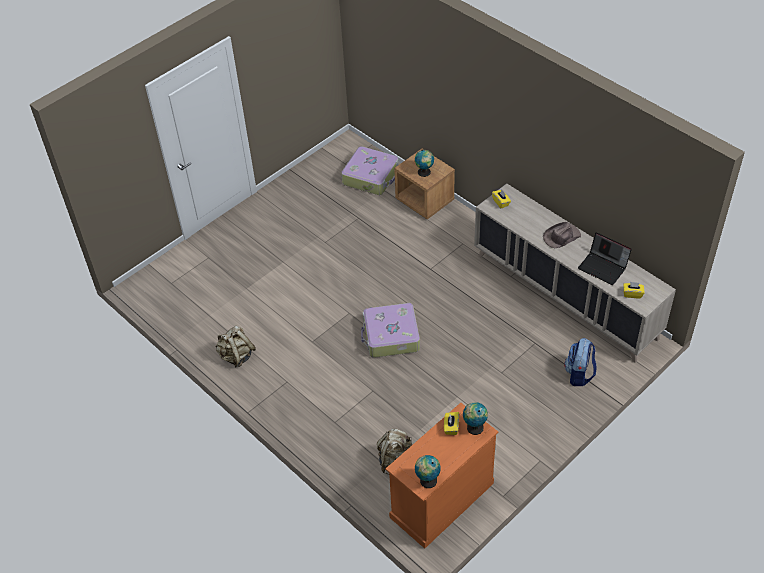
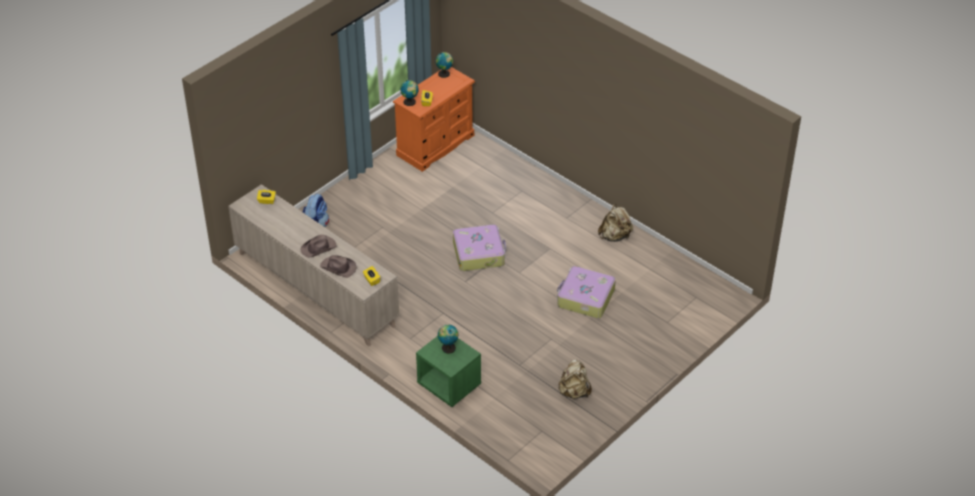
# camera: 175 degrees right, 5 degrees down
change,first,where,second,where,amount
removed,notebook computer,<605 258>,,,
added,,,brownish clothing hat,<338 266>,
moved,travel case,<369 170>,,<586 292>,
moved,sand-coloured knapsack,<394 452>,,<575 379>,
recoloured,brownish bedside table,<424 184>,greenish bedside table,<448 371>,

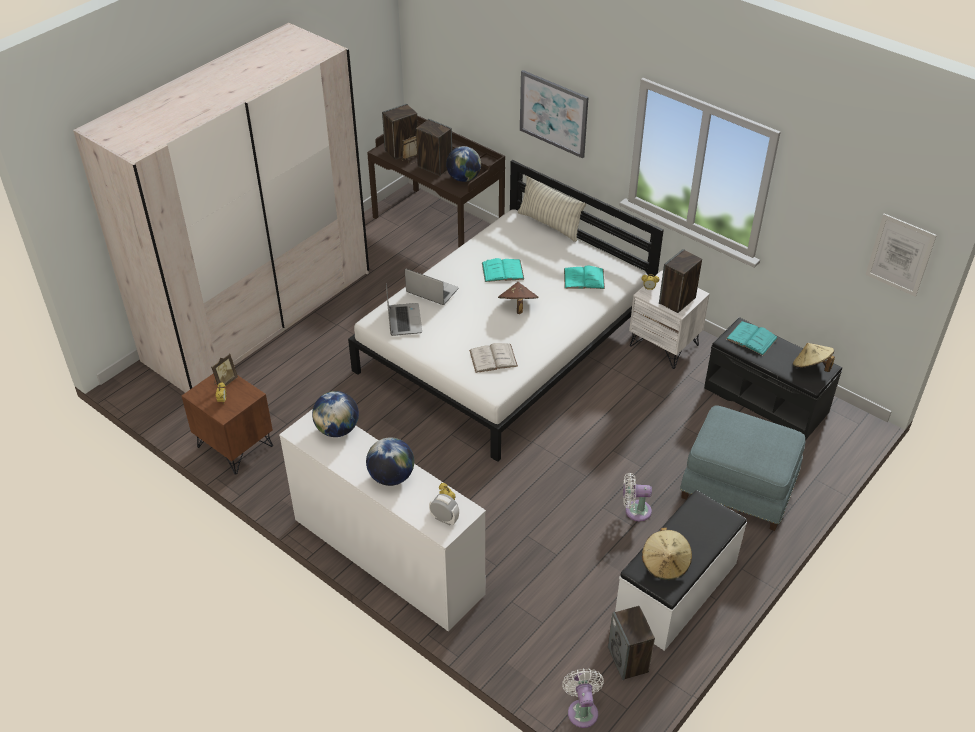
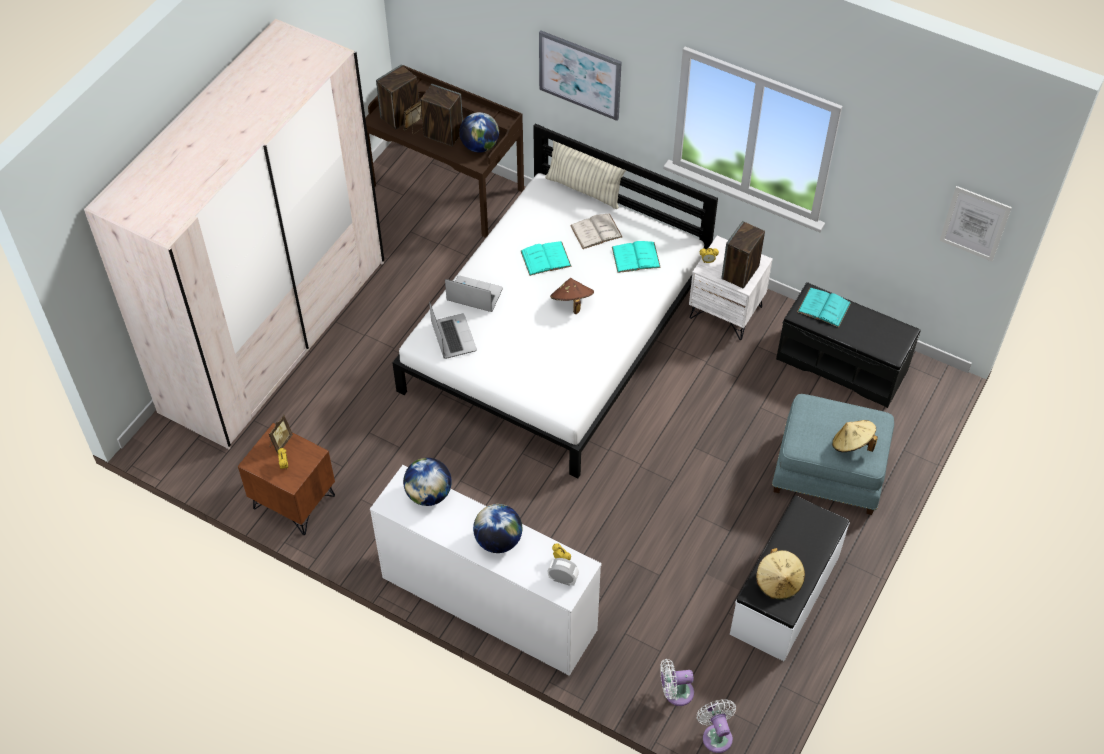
# camera: 10 degrees left, 10 degrees up
change,first,where,second,where,amount
removed,audio speaker,<631 643>,,,
moved,white-coloured book,<493 358>,,<596 231>,
moved,white-coloured cooling fan,<637 497>,,<677 682>,
moved,sand-coloured clothing hat,<814 357>,,<855 436>,

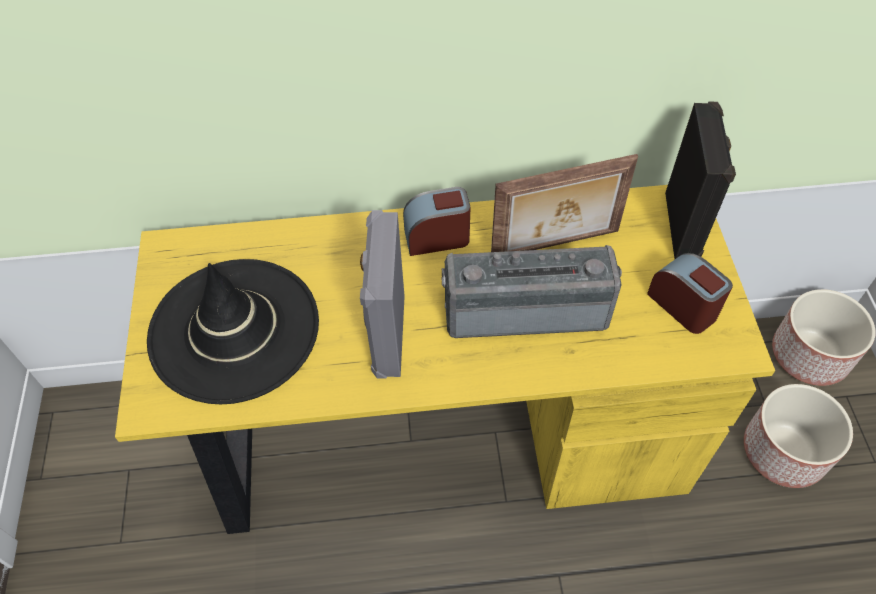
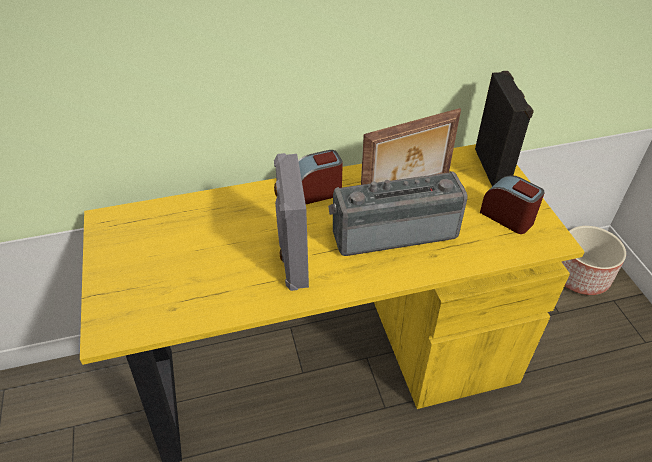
# camera: 10 degrees left, 10 degrees down
change,first,where,second,where,amount
removed,blackish clothing hat,<233 331>,,,
removed,plant pot,<798 436>,,,

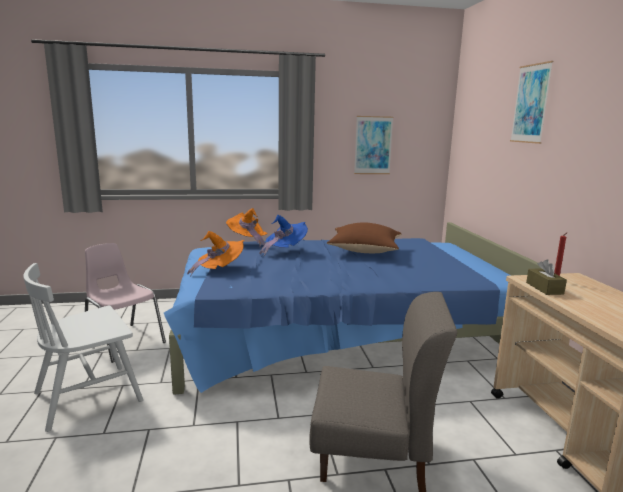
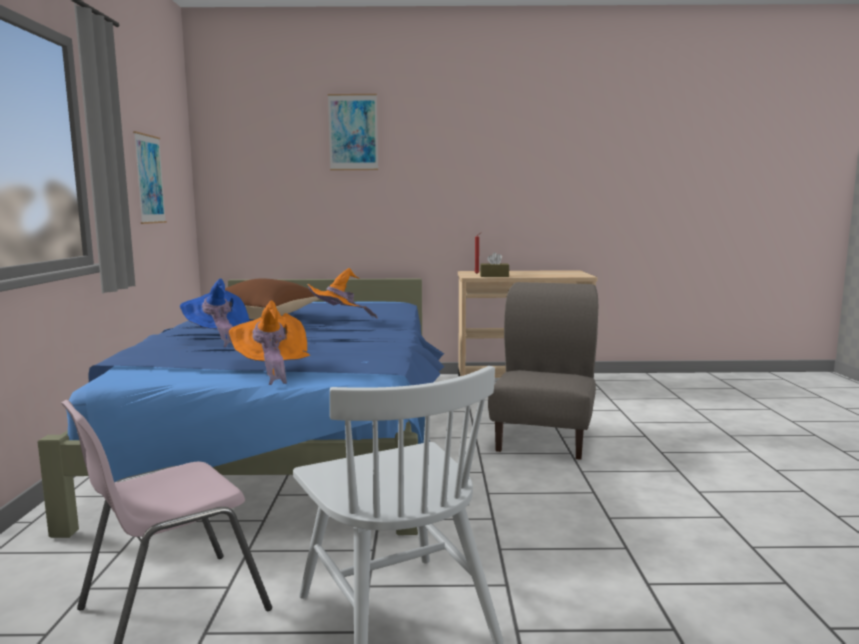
# camera: 80 degrees left, 5 degrees down
change,first,where,second,where,amount
moved,orange-coloured clothing hat,<246 227>,,<342 293>,

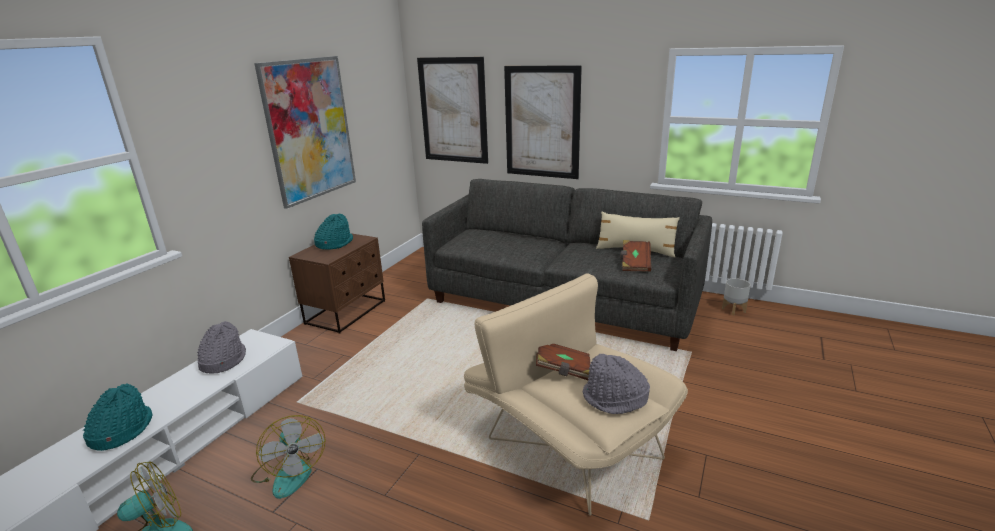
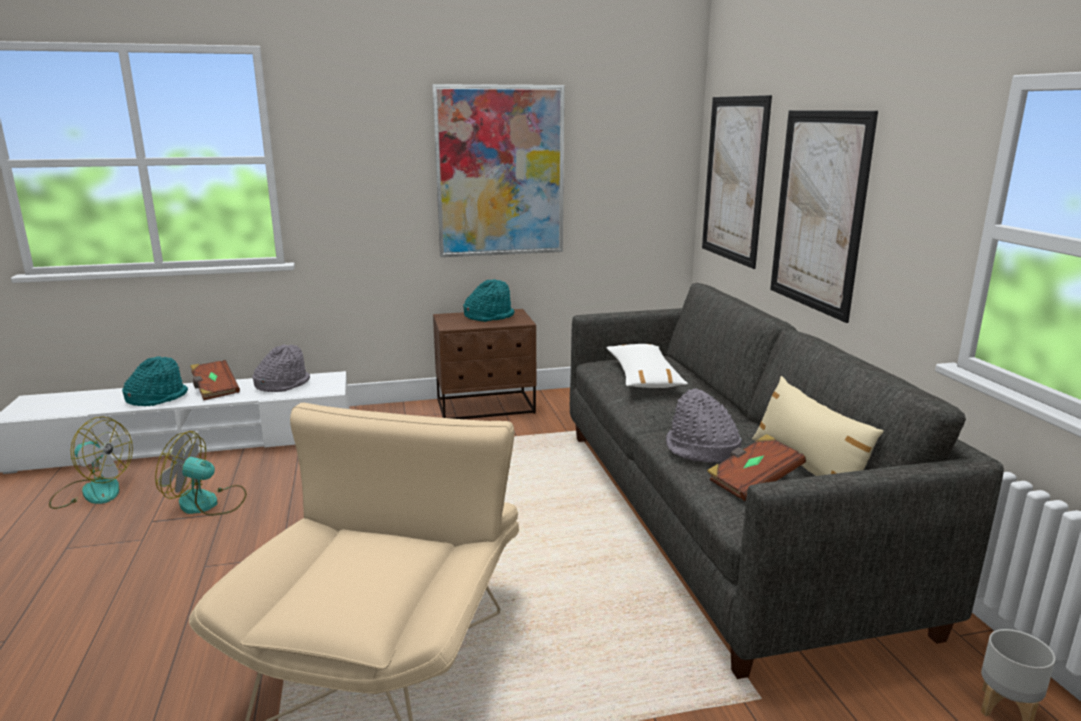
# camera: 50 degrees right, 5 degrees down
change,first,where,second,where,amount
added,,,white-coloured cushion,<647 366>,
moved,brownish book,<563 362>,,<215 380>,
moved,greyish clothing hat,<616 384>,,<704 426>,
turned,cooling fan,<288 457>,,<201 473>,75 degrees clockwise

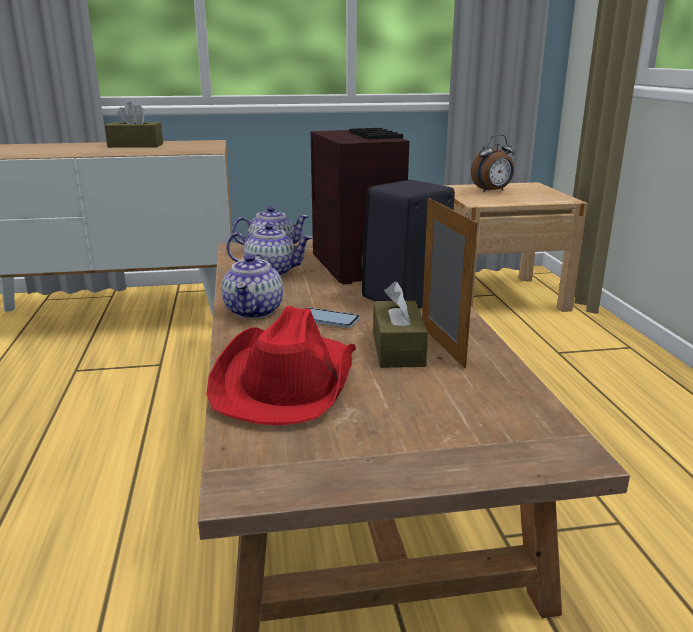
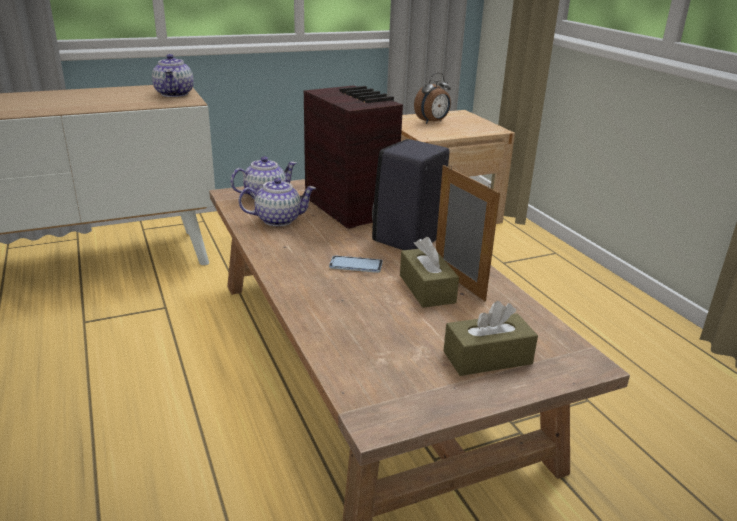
# camera: 15 degrees left, 5 degrees up
change,first,where,second,where,amount
removed,reddish clothing hat,<281 366>,,,
moved,brownish box of tissues,<133 125>,,<490 338>,
moved,pot for tea,<252 286>,,<173 75>,

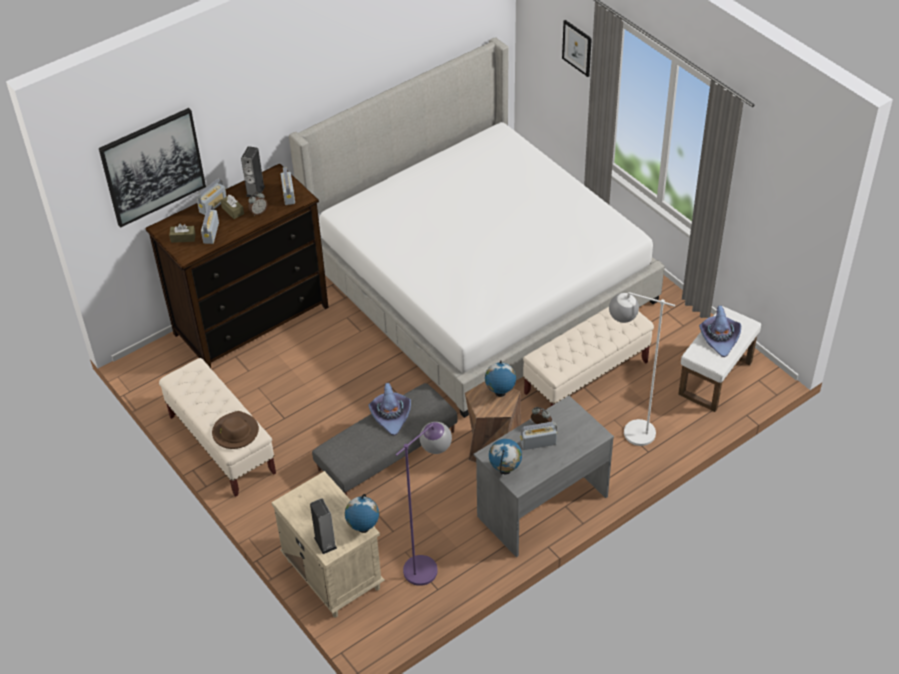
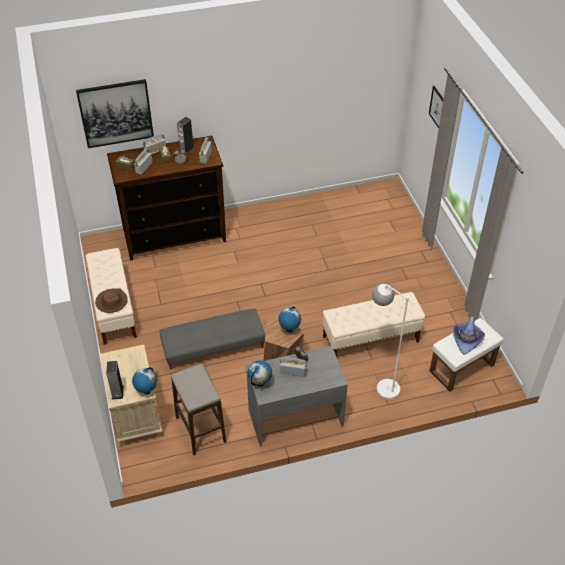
# camera: 20 degrees right, 0 degrees up
change,first,where,second,where,amount
removed,sleeping bed,<477 227>,,,
removed,purple clothing hat,<390 409>,,,
replaced,purple floor lamp,<423 504>,sitting stool,<198 409>,

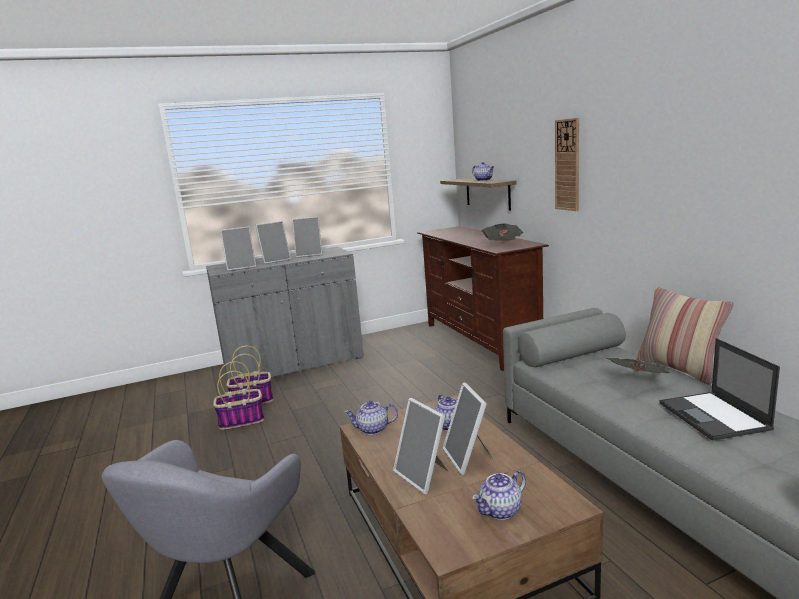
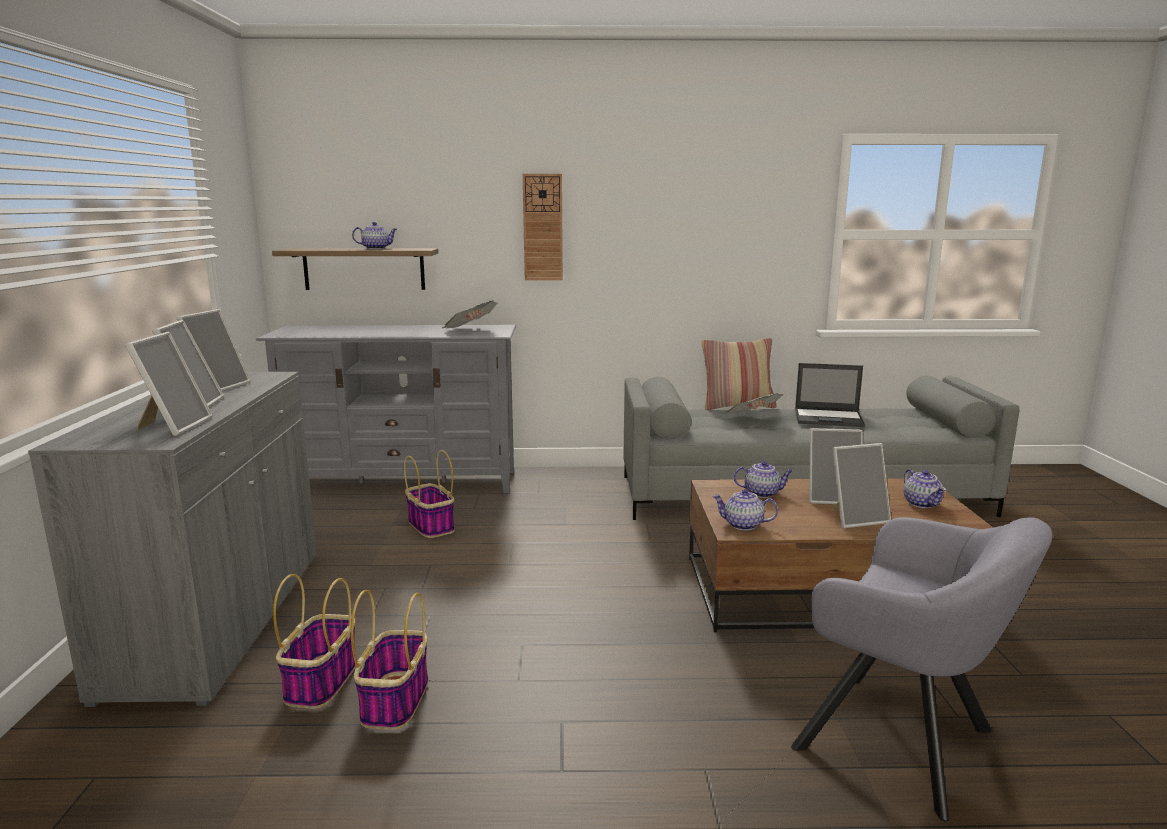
# camera: 70 degrees left, 0 degrees up
change,first,where,second,where,amount
added,,,household basket,<429 494>,
recoloured,brownish media console,<483 298>,greyish media console,<386 409>,
turned,pot for tea,<371 417>,,<745 510>,90 degrees clockwise

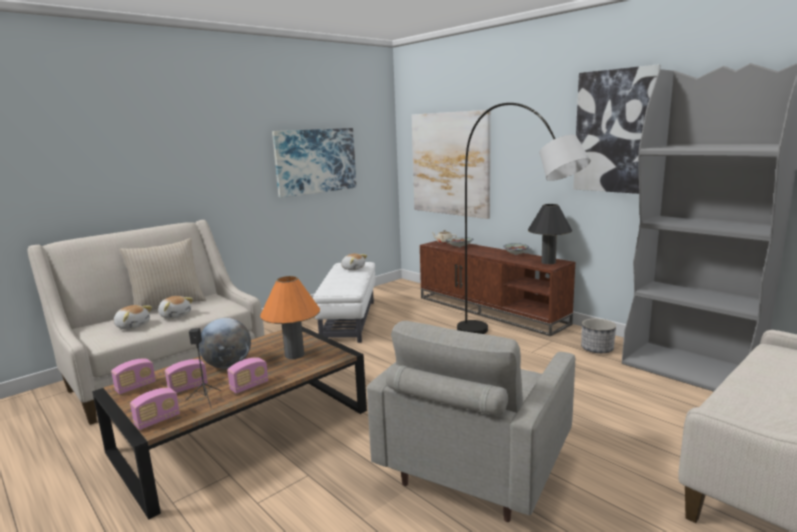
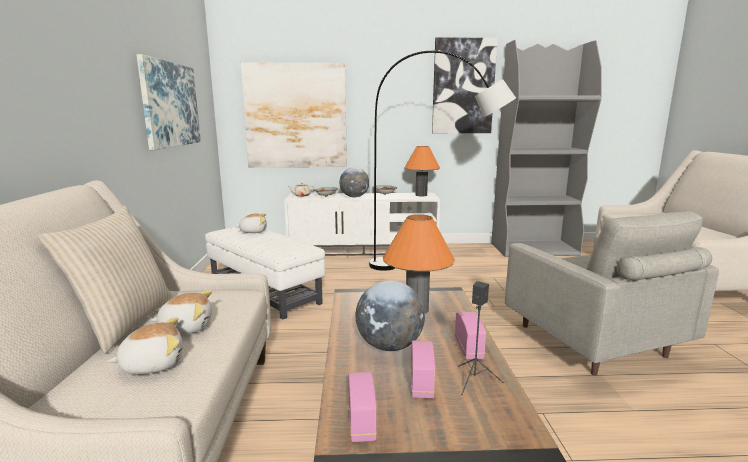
# camera: 50 degrees left, 0 degrees up
change,first,where,second,where,amount
removed,radio,<155 409>,,,
removed,plant pot,<598 335>,,,
added,,,world globe,<354 182>,
recoloured,brownish media console,<497 288>,white-coloured media console,<362 224>,
recoloured,blackish tabletop lamp,<550 234>,orange-coloured tabletop lamp,<422 171>,

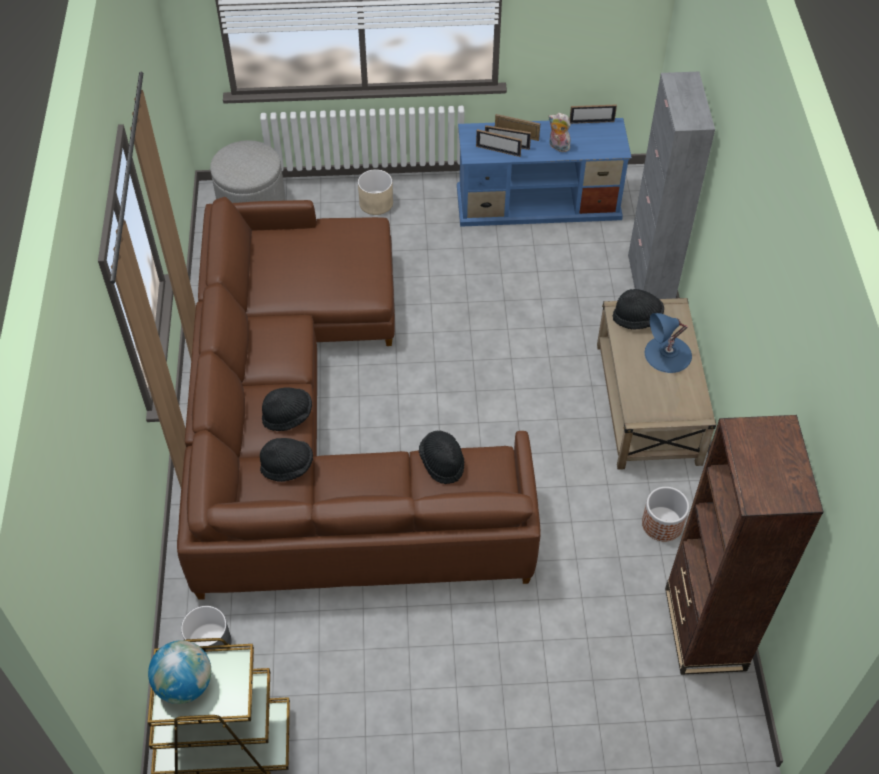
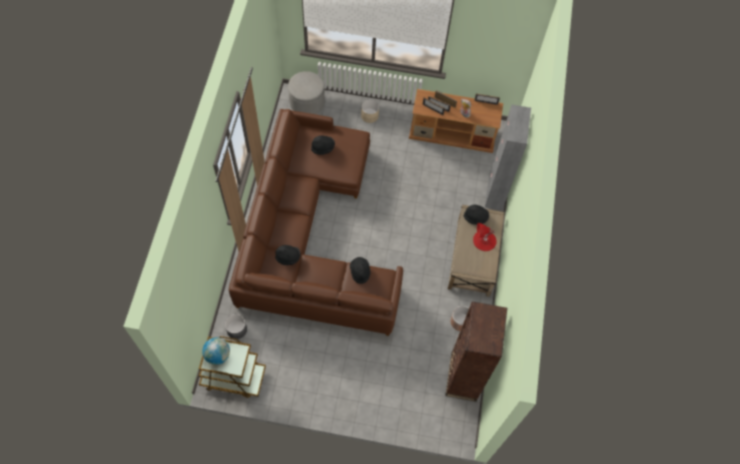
# camera: 10 degrees right, 10 degrees up
change,first,where,second,where,amount
moved,blackish clothing hat,<287 409>,,<323 145>,
recoloured,blue media console,<544 172>,brownish media console,<456 121>,
recoloured,blue tabletop lamp,<668 343>,reddish tabletop lamp,<485 237>,

